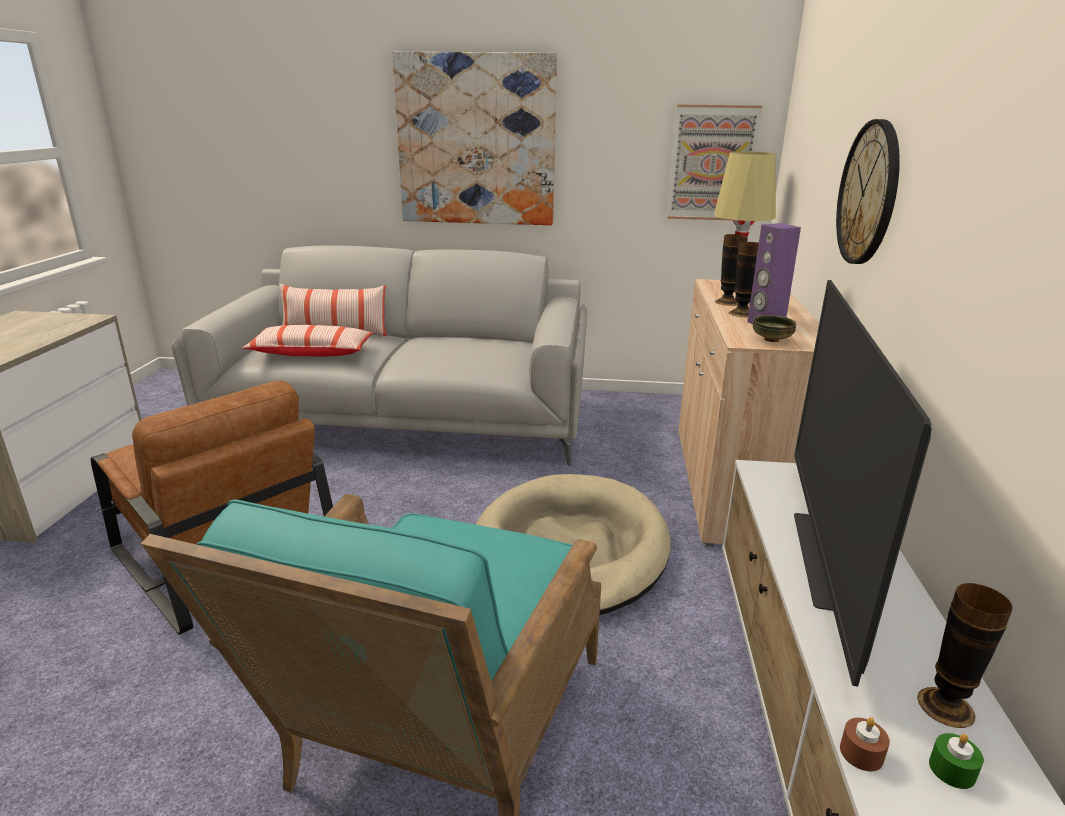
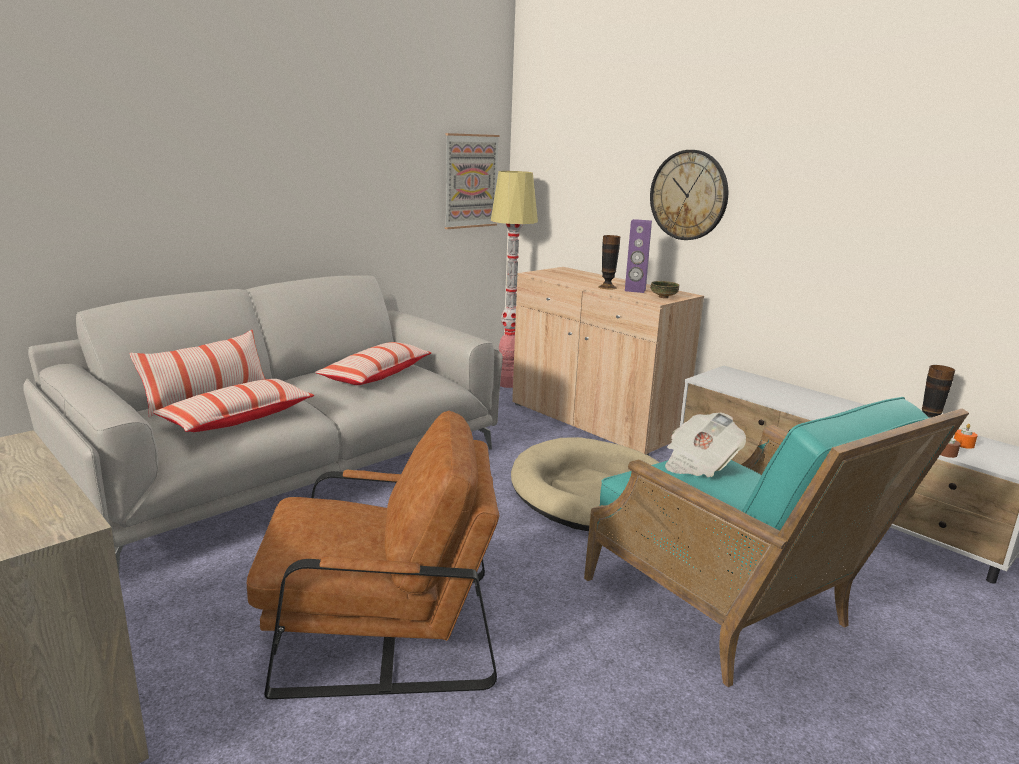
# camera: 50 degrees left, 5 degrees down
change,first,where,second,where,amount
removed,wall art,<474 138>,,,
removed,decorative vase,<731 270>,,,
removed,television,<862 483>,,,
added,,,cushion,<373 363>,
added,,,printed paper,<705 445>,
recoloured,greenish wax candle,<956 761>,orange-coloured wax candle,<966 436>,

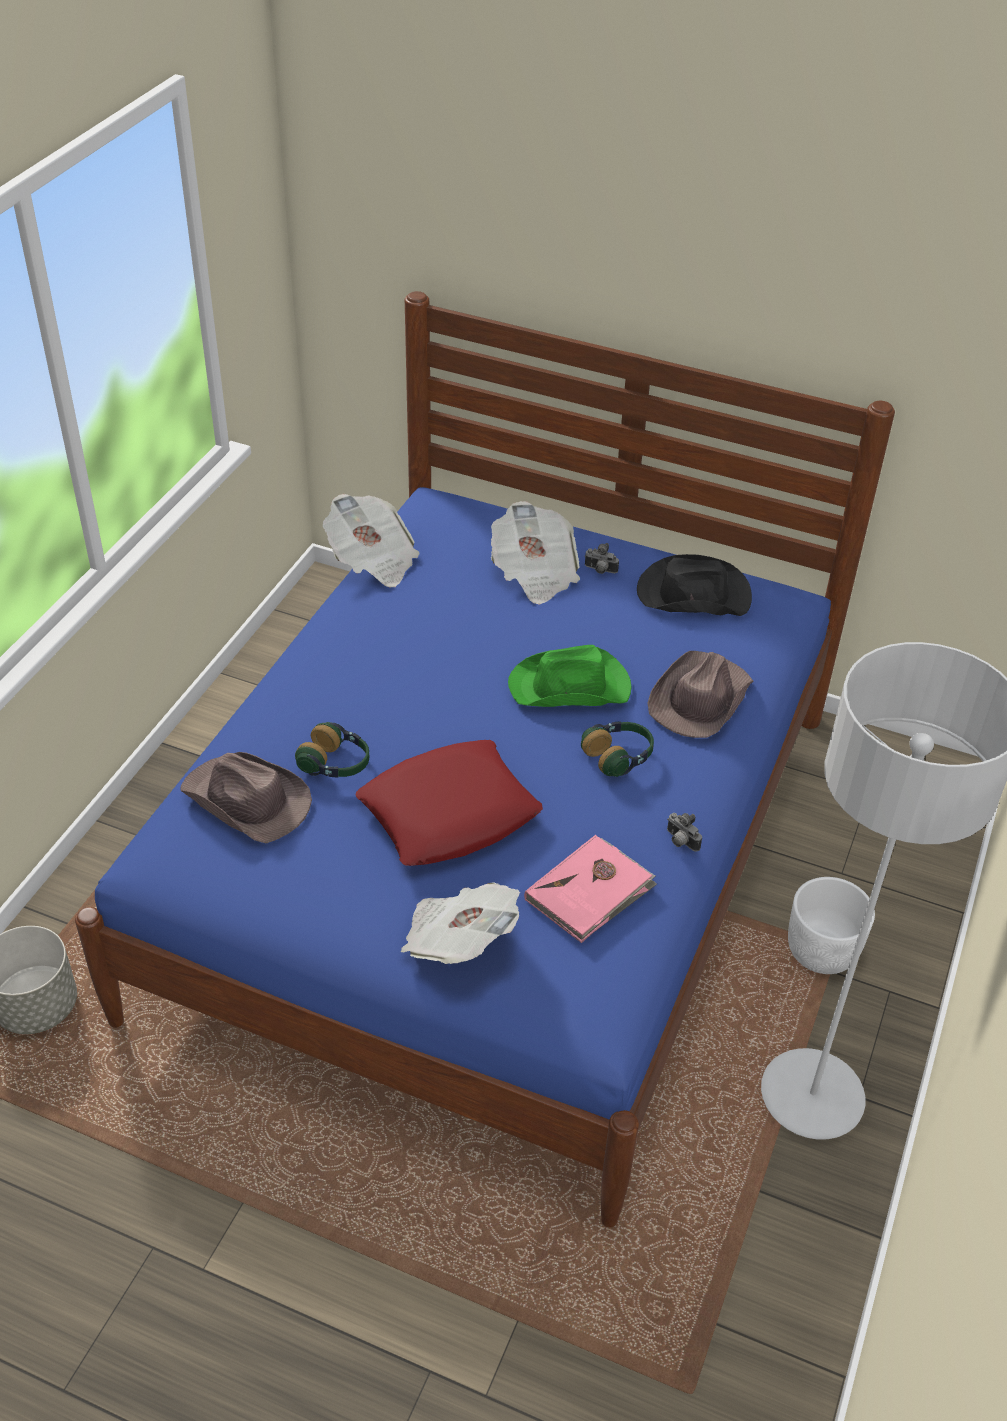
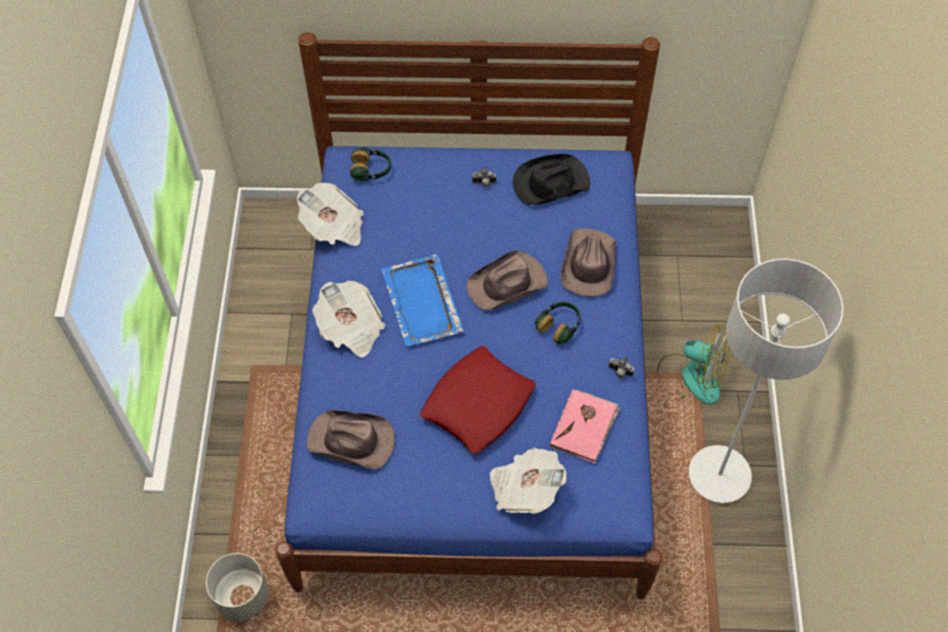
# camera: 20 degrees left, 15 degrees up
change,first,where,second,where,amount
added,,,blue carrying tray,<422 300>,
moved,headphones,<332 749>,,<370 164>,
moved,printed paper,<535 553>,,<349 319>,
replaced,white-coloured plant pot,<831 925>,cooling fan,<694 364>,
recoloured,greenish clothing hat,<569 676>,brownish clothing hat,<507 280>,

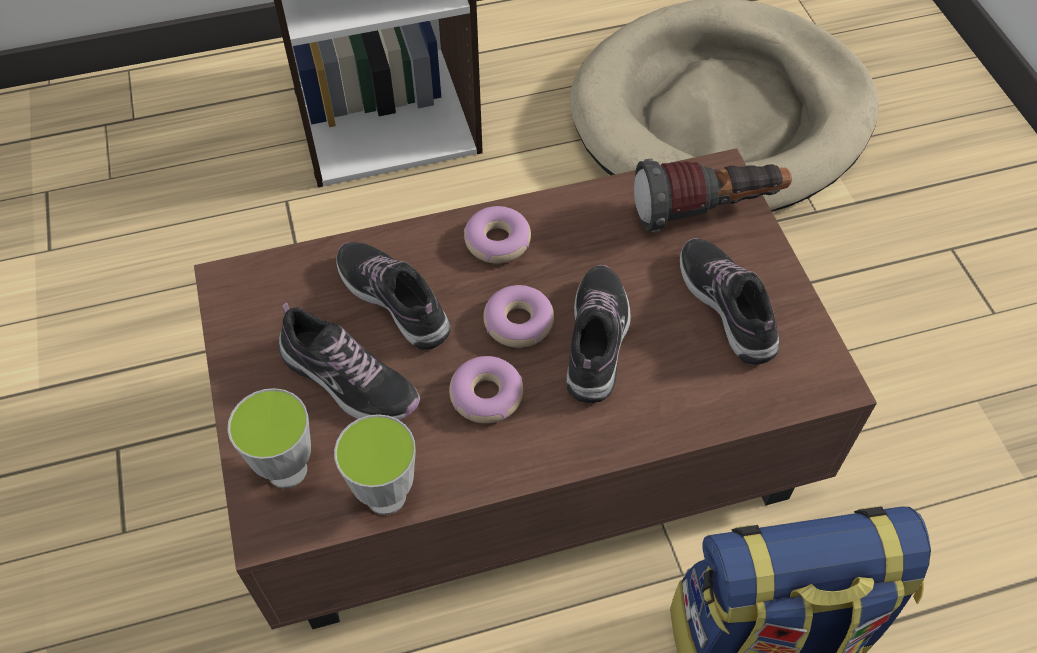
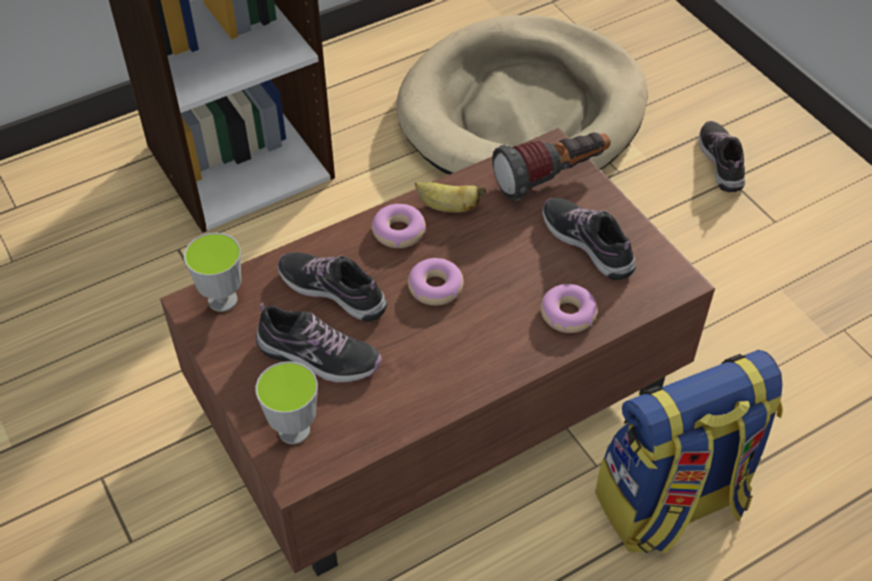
# camera: 15 degrees left, 5 degrees down
change,first,where,second,where,amount
added,,,banana,<450 197>,
moved,drinking cup,<375 464>,,<212 272>,
moved,doughnut,<486 390>,,<569 308>,
moved,item of footwear,<599 334>,,<722 156>,

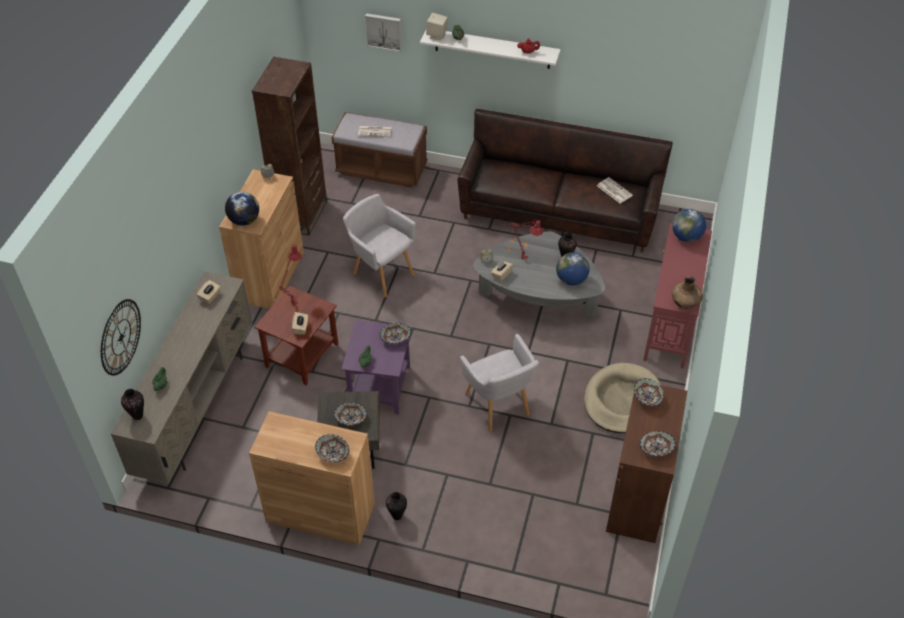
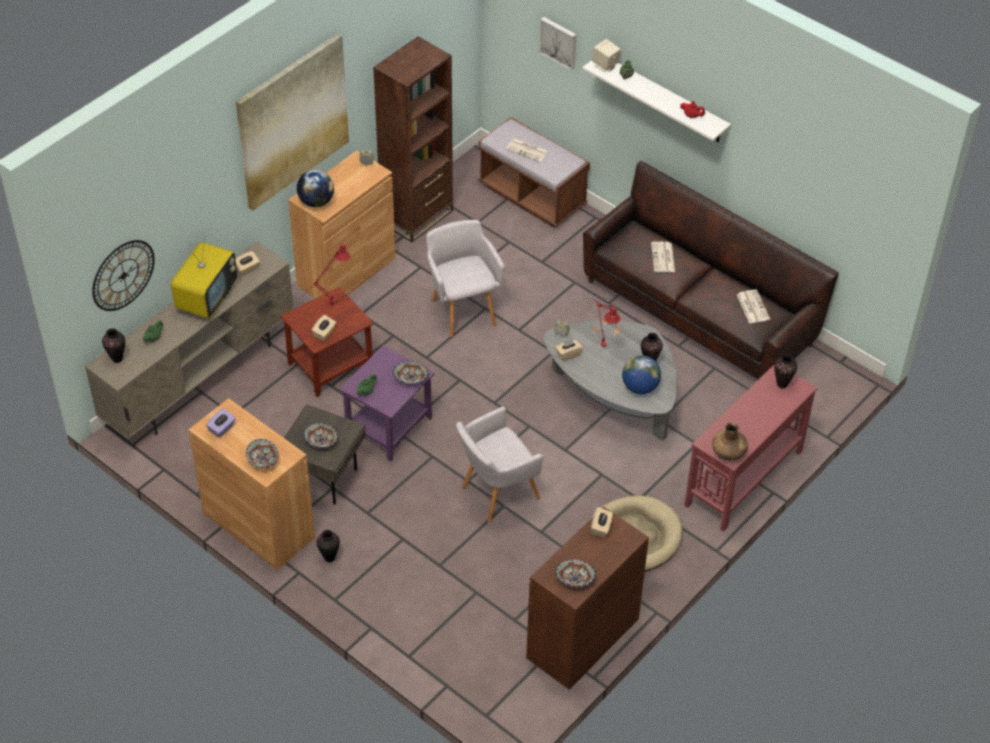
# camera: 25 degrees right, 0 degrees up
change,first,where,second,where,amount
added,,,television,<204 277>,
added,,,purple box of tissues,<221 423>,
added,,,wall art,<292 121>,
added,,,printed paper,<663 257>,
replaced,deep dish,<649 392>,sand-coloured box of tissues,<602 522>,
replaced,world globe,<689 225>,decorative vase,<785 371>,
turned,greyish armchair,<499 383>,,<499 465>,60 degrees clockwise

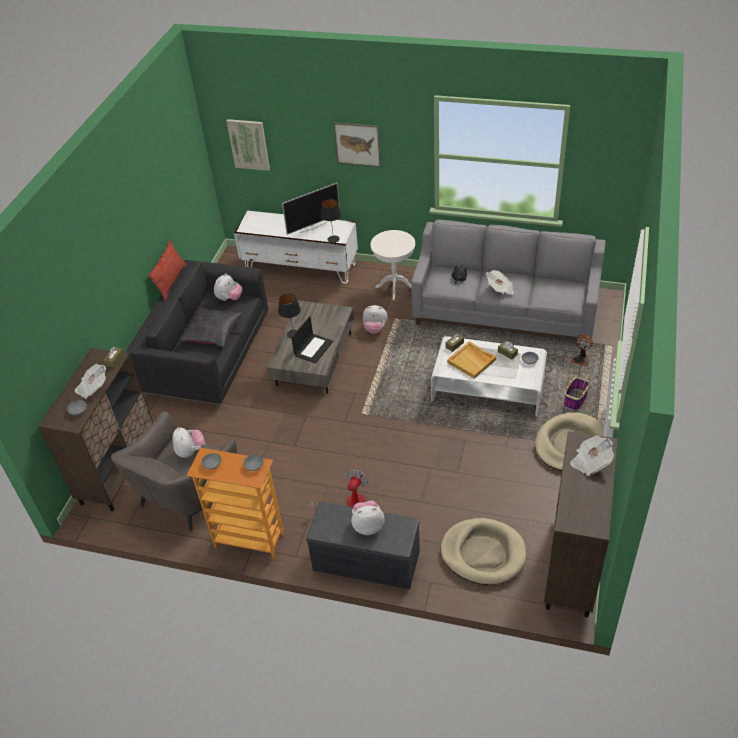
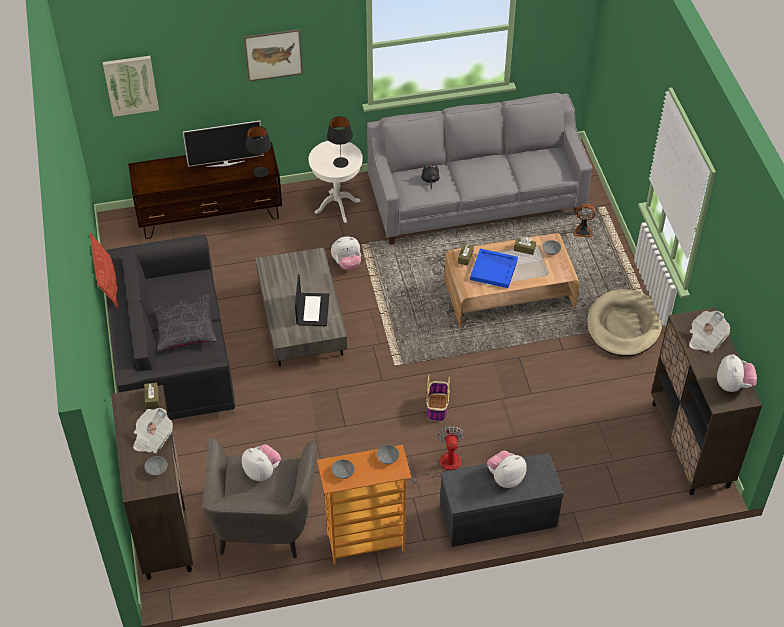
# camera: 30 degrees left, 5 degrees up
change,first,where,second,where,amount
removed,sand-coloured dog bed,<484 551>,,,
removed,printed paper,<500 282>,,,
moved,plush toy,<228 287>,,<737 373>,
moved,blackish tabletop lamp,<289 315>,,<340 142>,
moved,household basket,<577 388>,,<438 398>,
recoloured,white-coloured media console,<296 247>,brownish media console,<205 191>,
recoloured,white-coloured lounge table,<489 376>,brownish lounge table,<512 280>,
recoloured,sand-coloured carrying tray,<471 360>,blue carrying tray,<494 268>,
turned,television,<311 209>,,<223 144>,45 degrees clockwise

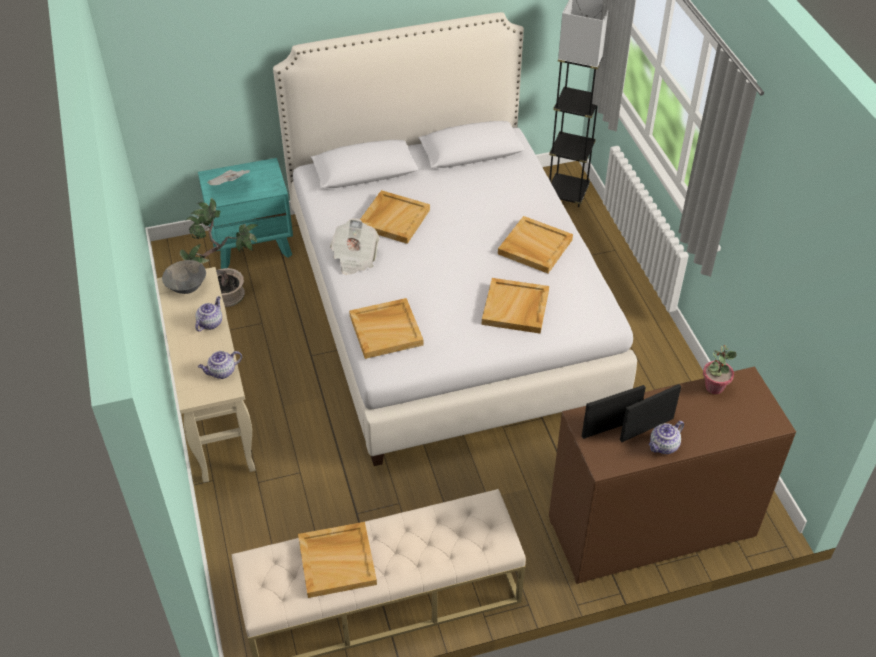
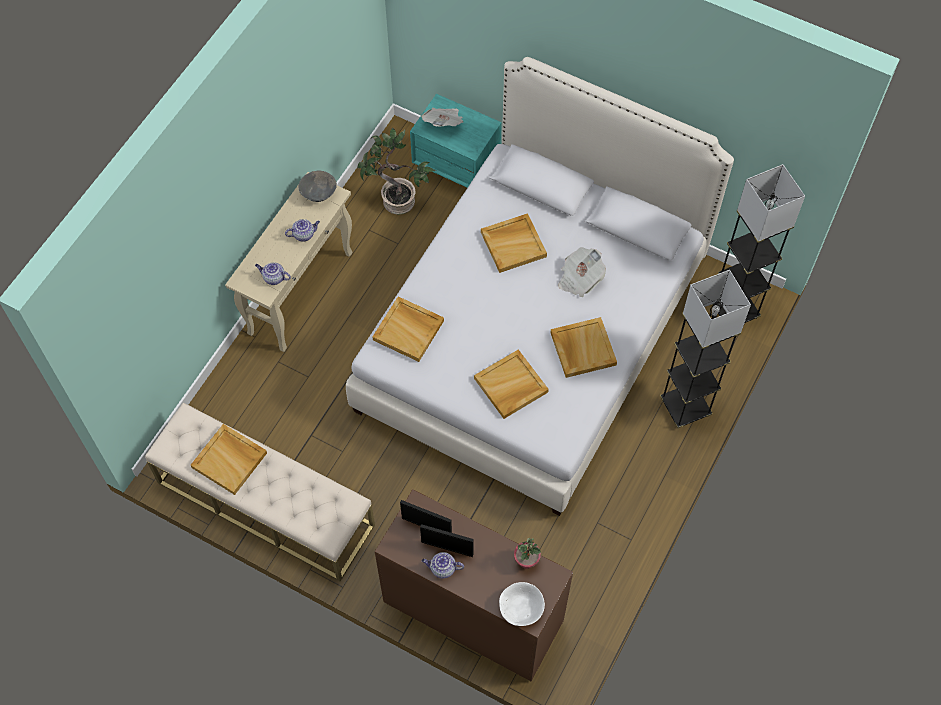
# camera: 45 degrees right, 15 degrees up
change,first,where,second,where,amount
added,,,white-coloured deep dish,<522 604>,
added,,,greyish floor lamp,<705 349>,
moved,printed paper,<355 246>,,<582 272>,

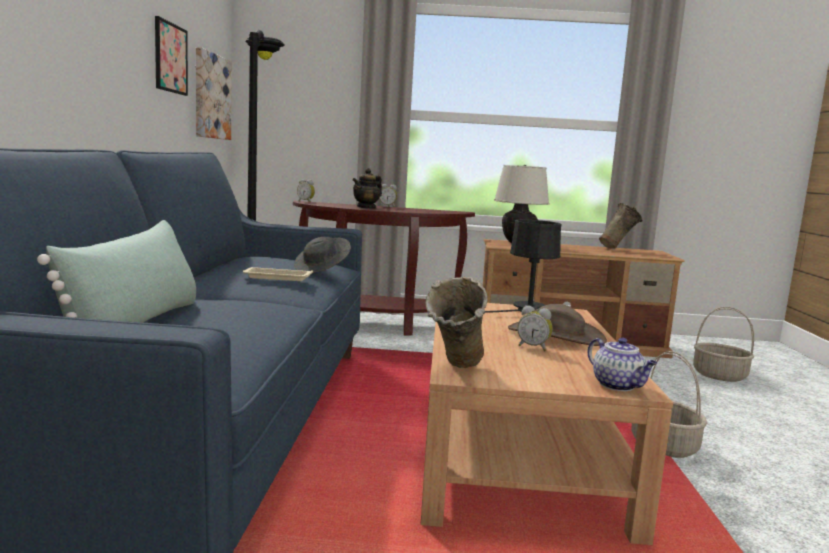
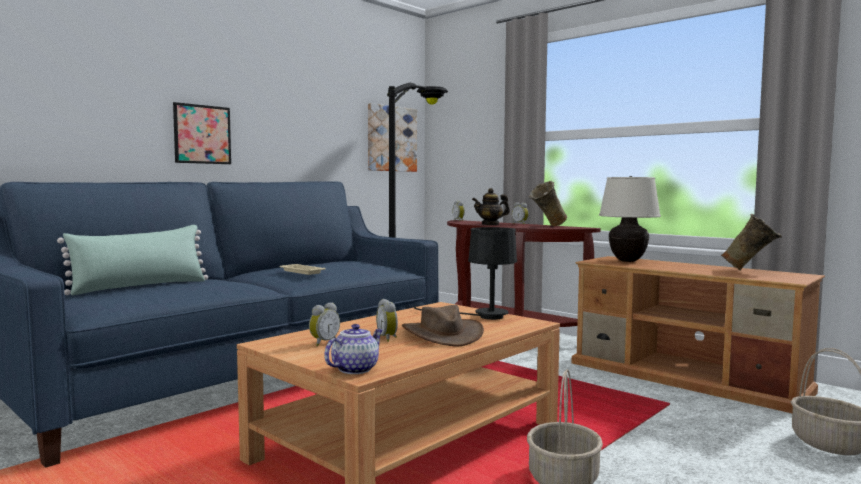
# camera: 40 degrees right, 5 degrees down
change,first,where,second,where,amount
removed,greyish clothing hat,<322 255>,,,
added,,,table clock,<324 324>,
moved,wall art,<171 56>,,<202 133>,
moved,sand-coloured decorative vase,<457 322>,,<548 203>,
turned,pot for tea,<622 364>,,<353 349>,150 degrees counterclockwise

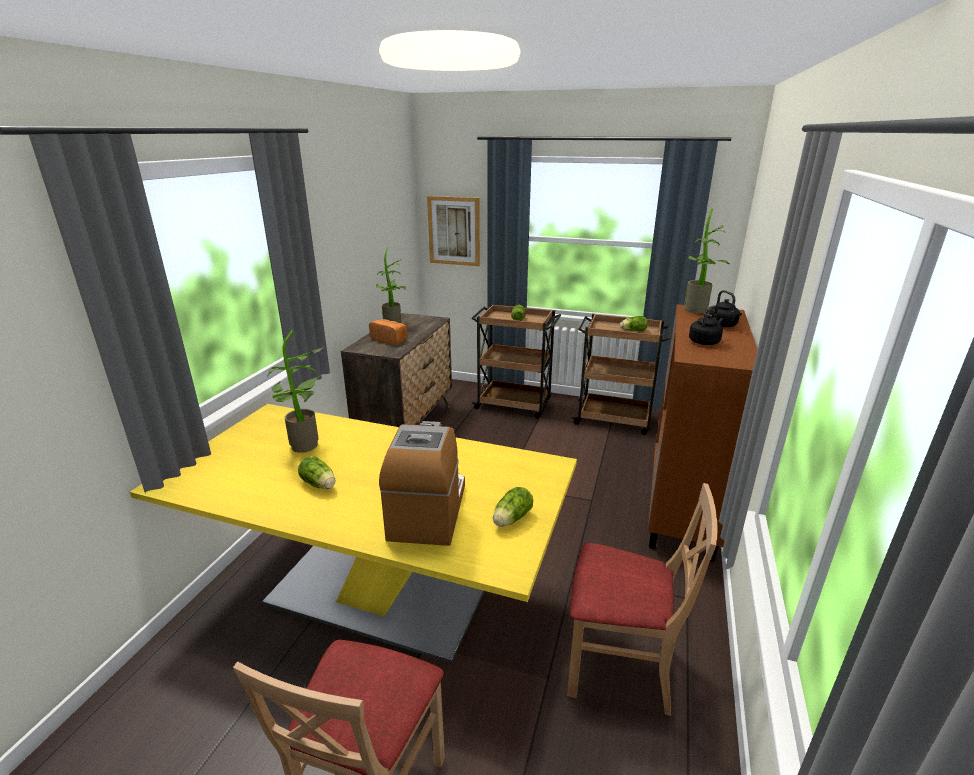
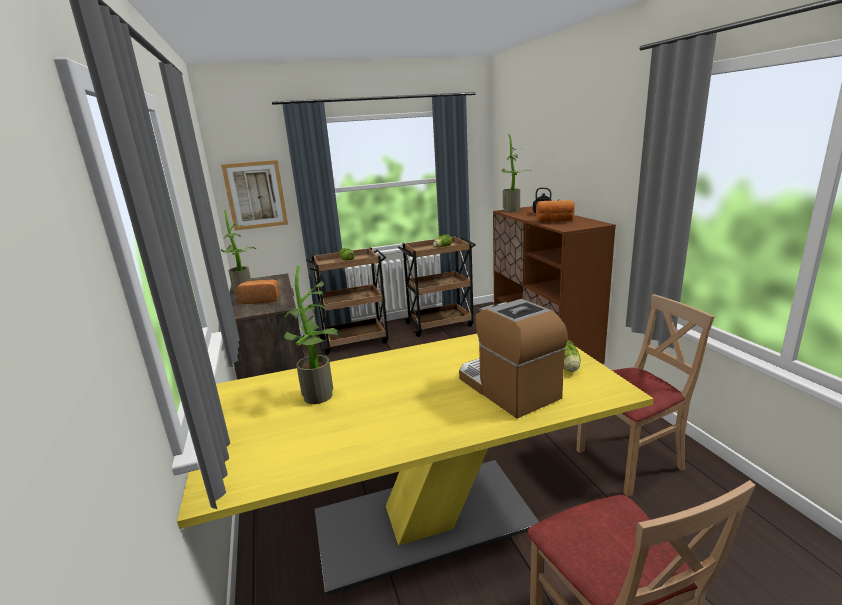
# camera: 35 degrees left, 5 degrees down
change,first,where,second,where,amount
removed,head of lettuce,<316 472>,,,
replaced,blackish tea kettle,<706 325>,bakery bread,<555 211>,

